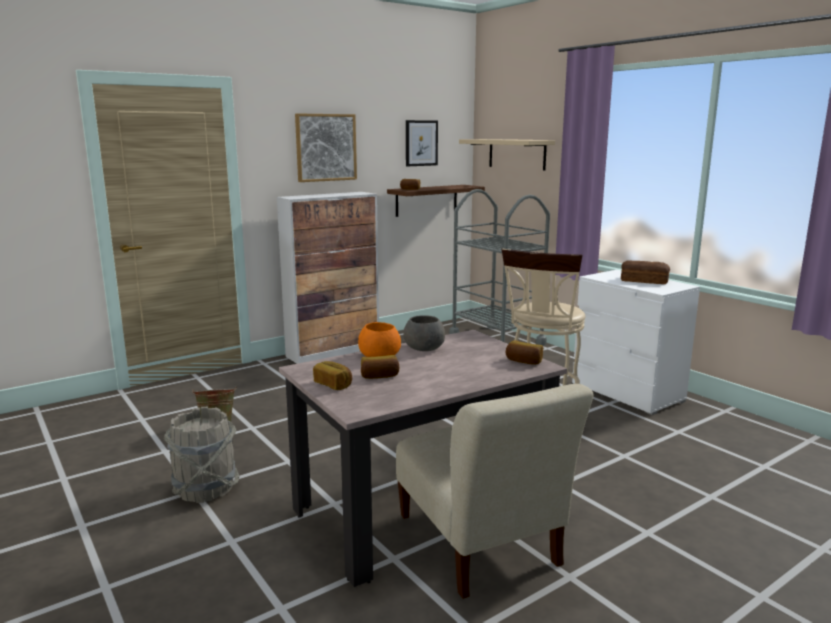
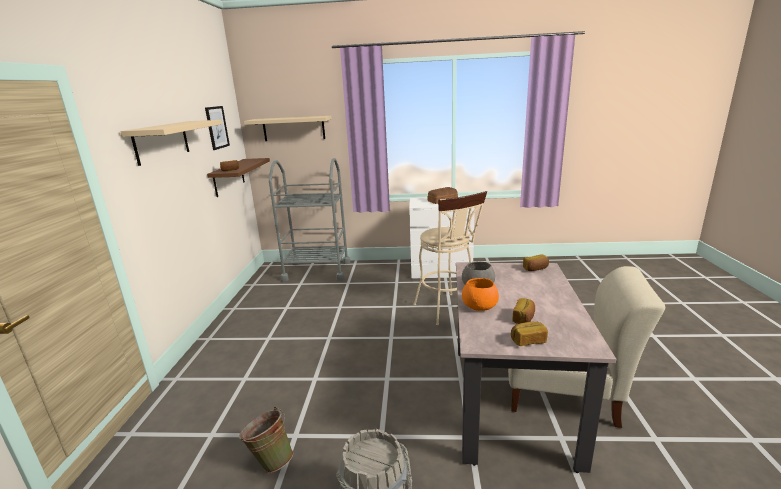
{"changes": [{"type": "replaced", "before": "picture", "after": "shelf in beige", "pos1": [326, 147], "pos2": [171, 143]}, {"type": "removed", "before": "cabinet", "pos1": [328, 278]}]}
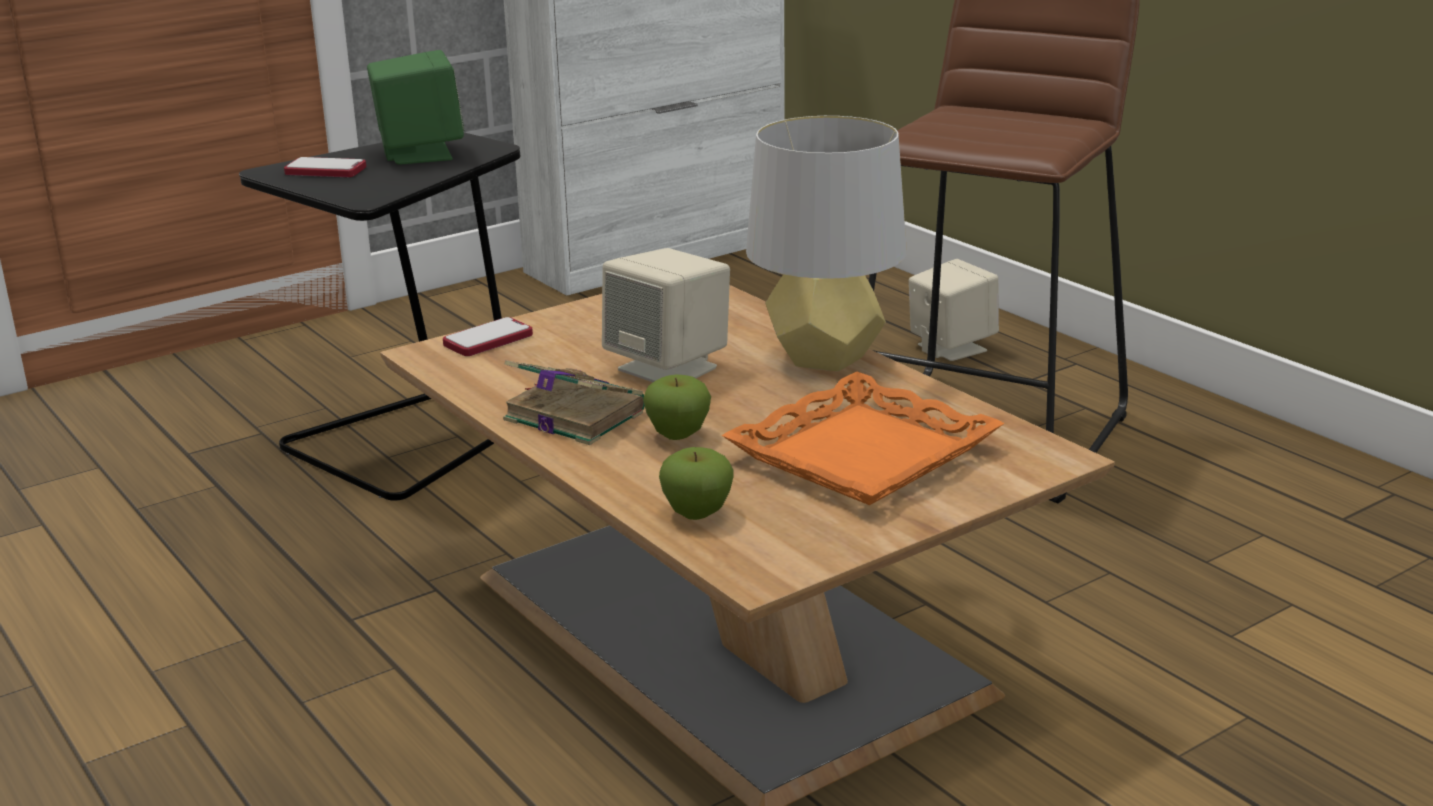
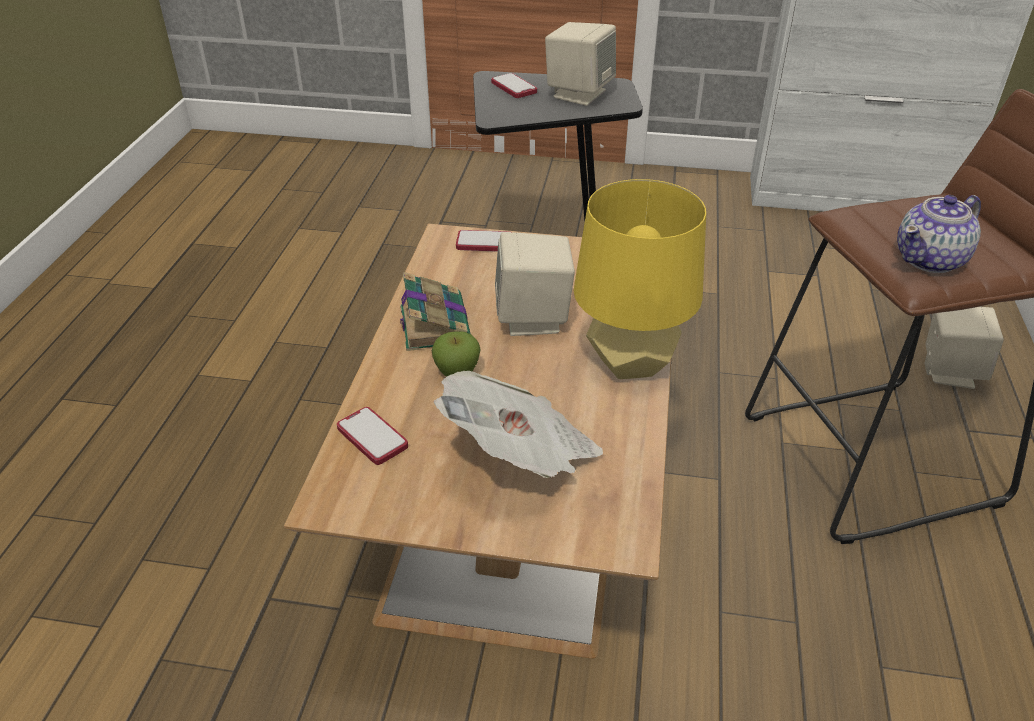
{"changes": [{"type": "replaced", "before": "apple", "after": "phone", "pos1": [696, 483], "pos2": [372, 436]}, {"type": "replaced", "before": "tray in orange", "after": "newspaper", "pos1": [863, 438], "pos2": [518, 424]}, {"type": "recoloured", "before": "speaker in green", "after": "speaker in beige", "pos1": [415, 107], "pos2": [580, 64]}, {"type": "recoloured", "before": "table lamp in grey", "after": "table lamp in yellow", "pos1": [826, 243], "pos2": [640, 279]}, {"type": "added", "after": "teapot", "pos2": [939, 234]}]}
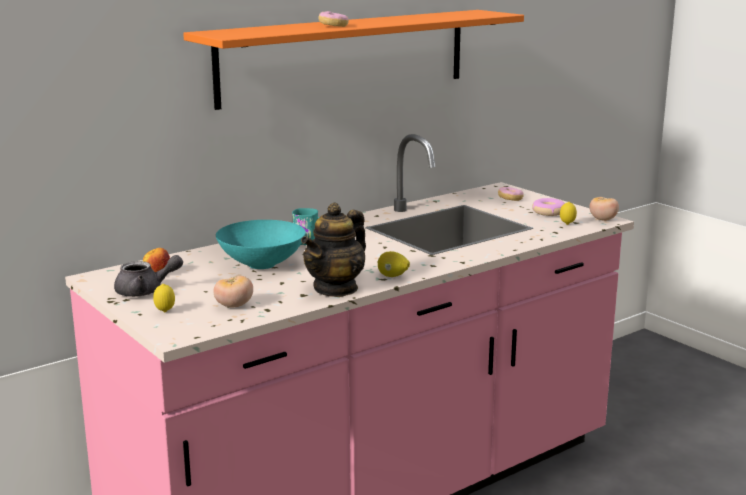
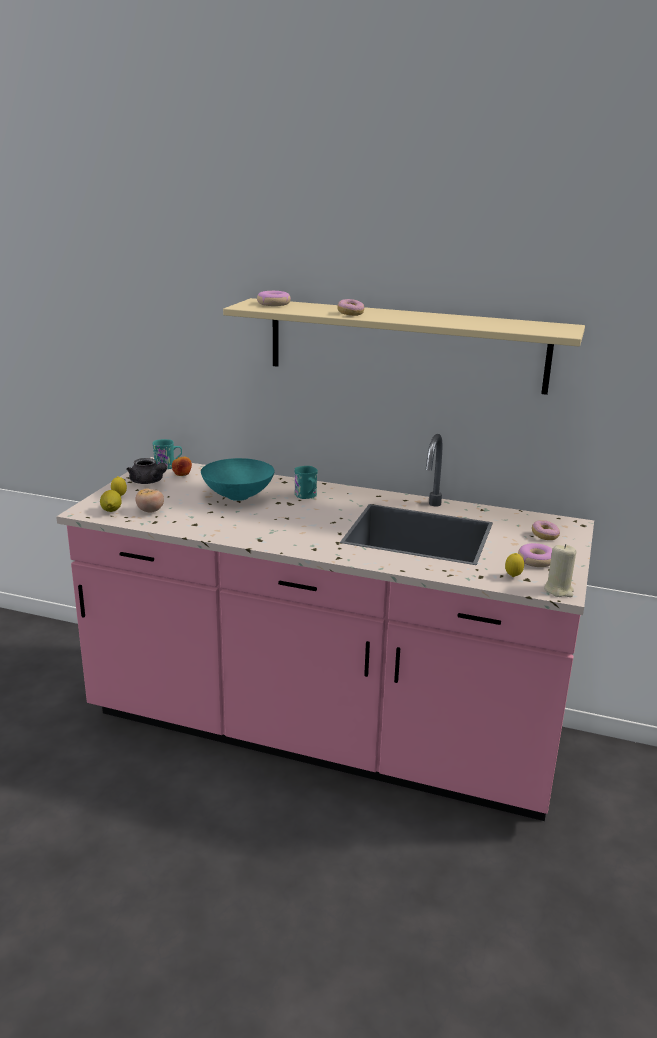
{"changes": [{"type": "moved", "before": "lemon", "pos1": [394, 264], "pos2": [111, 501]}, {"type": "added", "after": "mug in turquoise", "pos2": [167, 454]}, {"type": "recoloured", "before": "shelf in orange", "after": "shelf in beige", "pos1": [353, 60], "pos2": [404, 346]}, {"type": "added", "after": "donut", "pos2": [274, 298]}, {"type": "replaced", "before": "tomato", "after": "candle in beige", "pos1": [604, 209], "pos2": [560, 570]}, {"type": "removed", "before": "teapot", "pos1": [333, 249]}]}
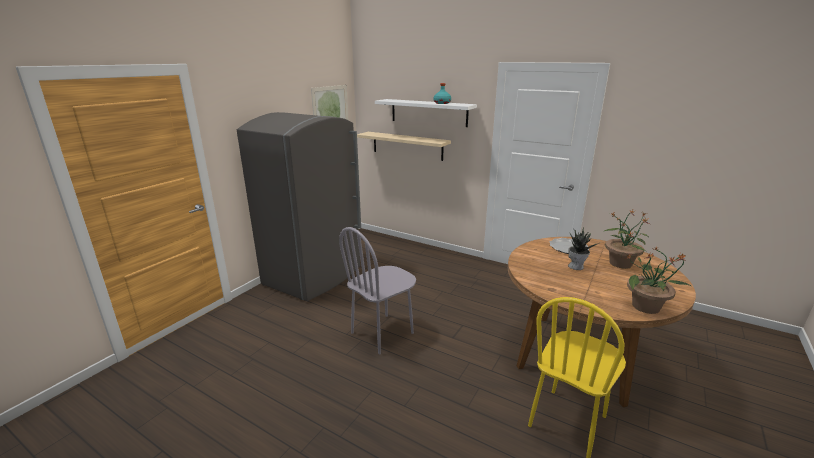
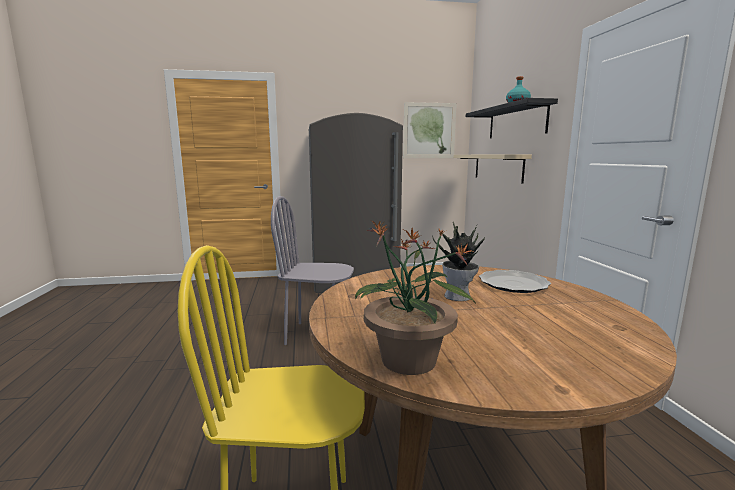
{"changes": [{"type": "recoloured", "before": "shelf in white", "after": "shelf in black", "pos1": [426, 113], "pos2": [512, 118]}, {"type": "removed", "before": "potted plant", "pos1": [626, 239]}]}
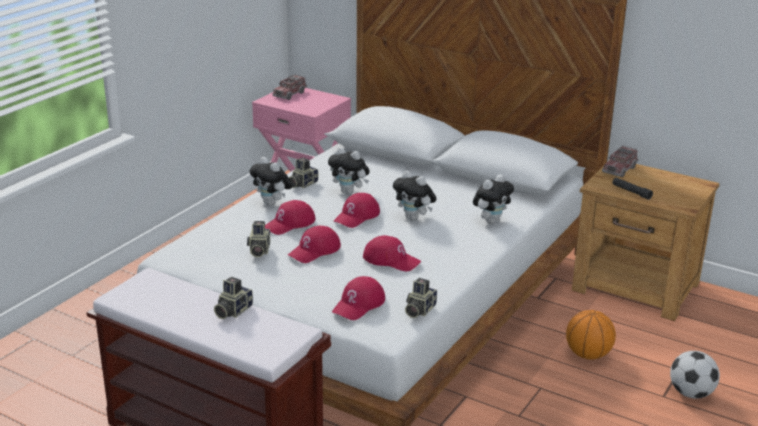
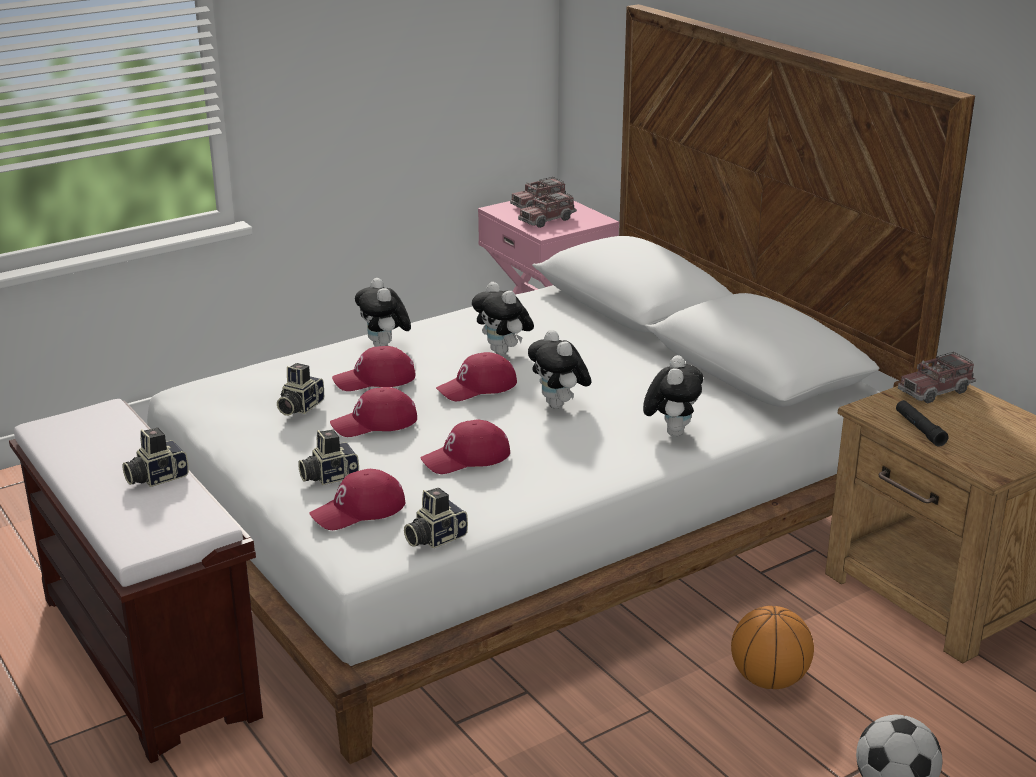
{"changes": [{"type": "moved", "before": "photo camera", "pos1": [303, 173], "pos2": [328, 457]}, {"type": "turned", "before": "cap in red", "pos1": [392, 253], "pos2": [465, 446], "turn": 105}, {"type": "added", "after": "toy truck", "pos2": [547, 209]}, {"type": "turned", "before": "plush toy", "pos1": [493, 199], "pos2": [673, 396], "turn": -60}]}
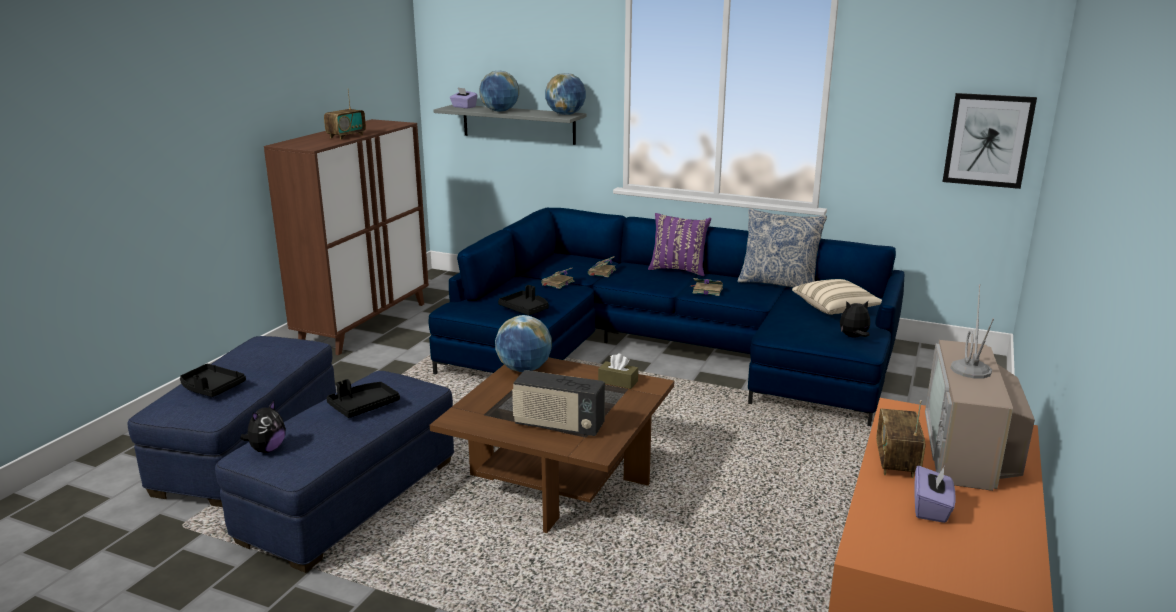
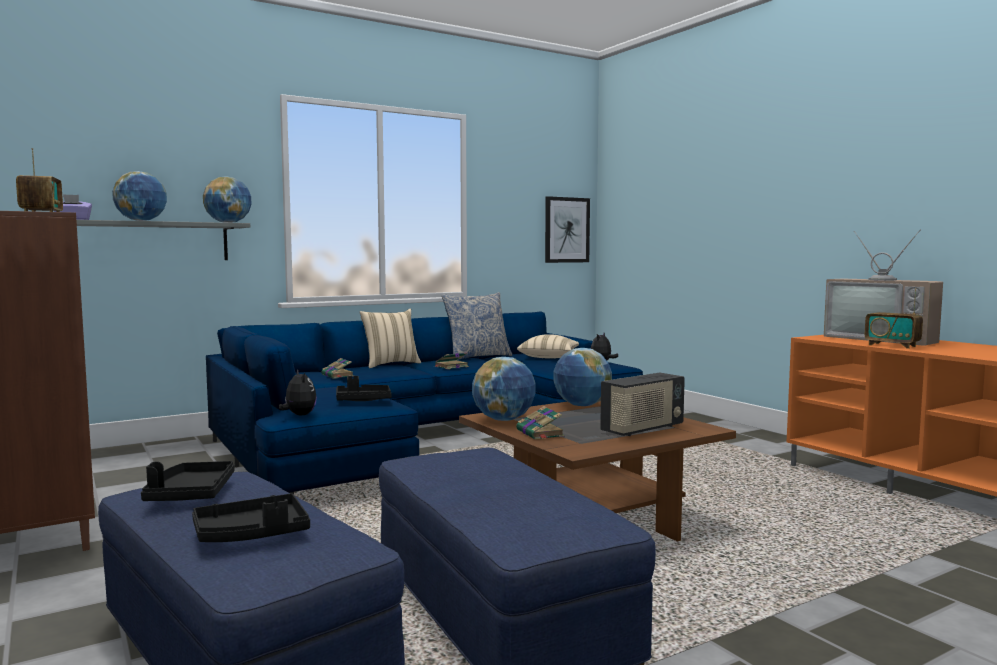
{"changes": [{"type": "moved", "before": "tray in black", "pos1": [363, 398], "pos2": [188, 481]}, {"type": "moved", "before": "plush toy", "pos1": [263, 427], "pos2": [298, 392]}, {"type": "recoloured", "before": "pillow in purple", "after": "pillow in beige", "pos1": [679, 244], "pos2": [390, 338]}, {"type": "moved", "before": "book", "pos1": [558, 278], "pos2": [540, 423]}, {"type": "replaced", "before": "tissue box in brown", "after": "globe", "pos1": [618, 371], "pos2": [583, 377]}, {"type": "removed", "before": "tissue box in purple", "pos1": [934, 494]}]}
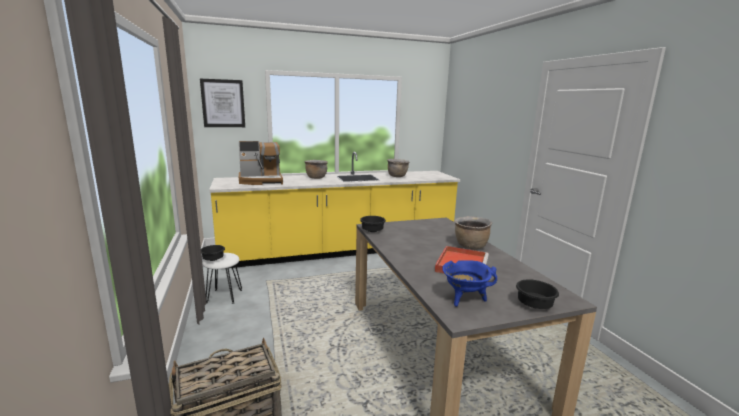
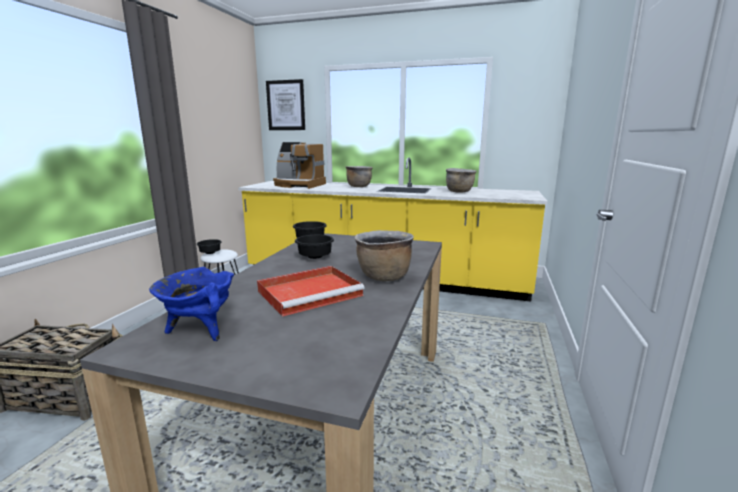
{"changes": [{"type": "moved", "before": "bowl in black", "pos1": [537, 294], "pos2": [314, 247]}]}
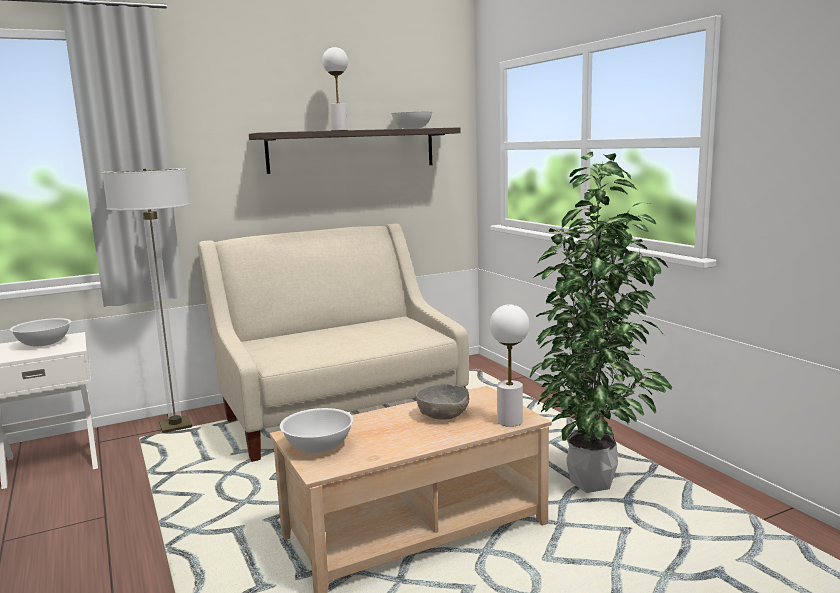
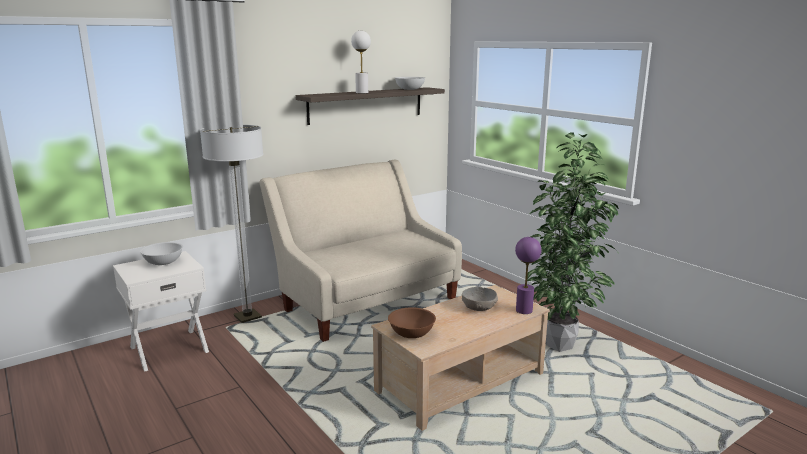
{"changes": [{"type": "recoloured", "before": "bowl in white", "after": "bowl in brown", "pos1": [317, 430], "pos2": [412, 322]}, {"type": "recoloured", "before": "table lamp in white", "after": "table lamp in purple", "pos1": [509, 365], "pos2": [528, 275]}]}
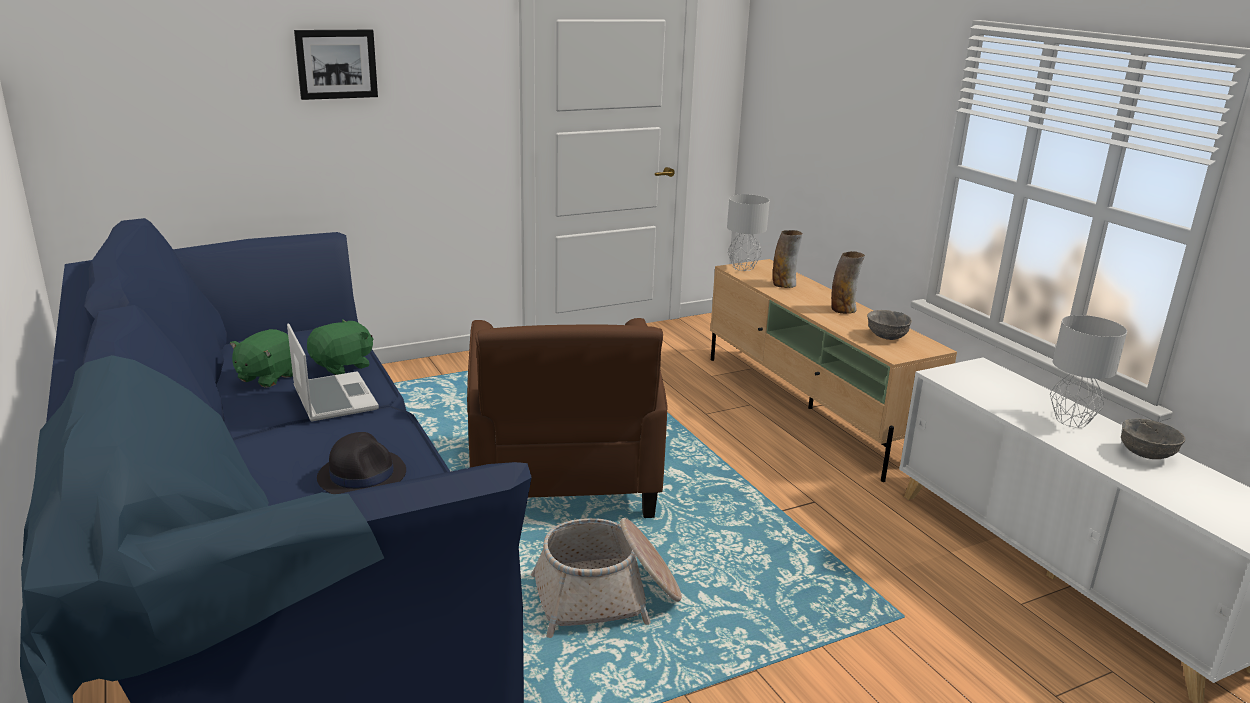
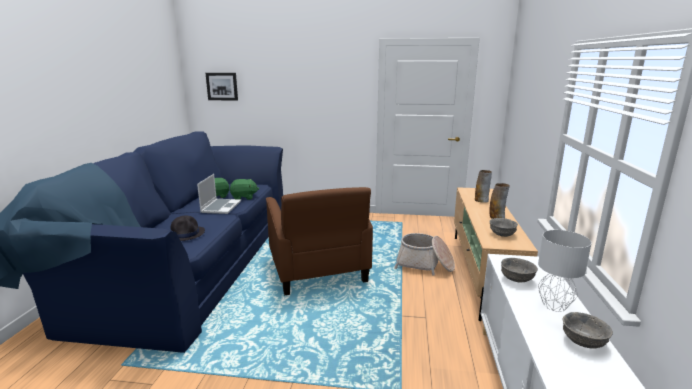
{"changes": [{"type": "moved", "before": "picture", "pos1": [336, 65], "pos2": [221, 87]}, {"type": "turned", "before": "armchair in brown", "pos1": [567, 418], "pos2": [319, 241], "turn": -45}, {"type": "moved", "before": "basket", "pos1": [606, 578], "pos2": [424, 254]}, {"type": "added", "after": "bowl in grey", "pos2": [519, 270]}, {"type": "removed", "before": "table lamp in grey", "pos1": [748, 232]}]}
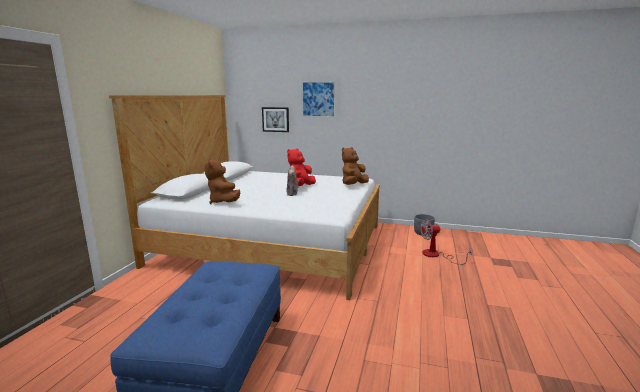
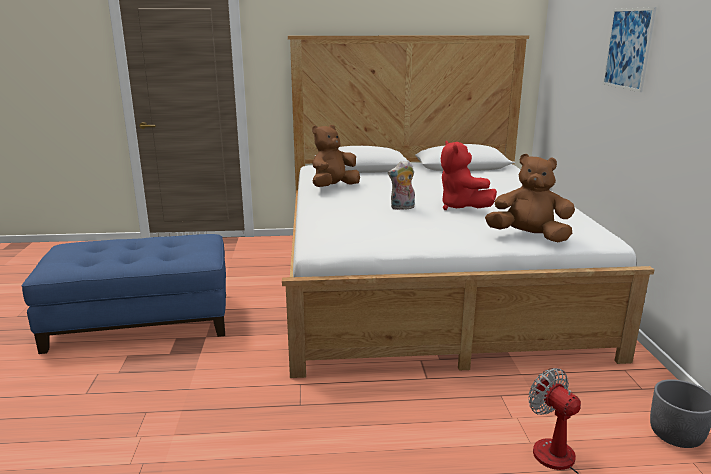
{"changes": [{"type": "turned", "before": "plush toy in red", "pos1": [301, 167], "pos2": [469, 175], "turn": -120}, {"type": "removed", "before": "picture", "pos1": [275, 119]}]}
